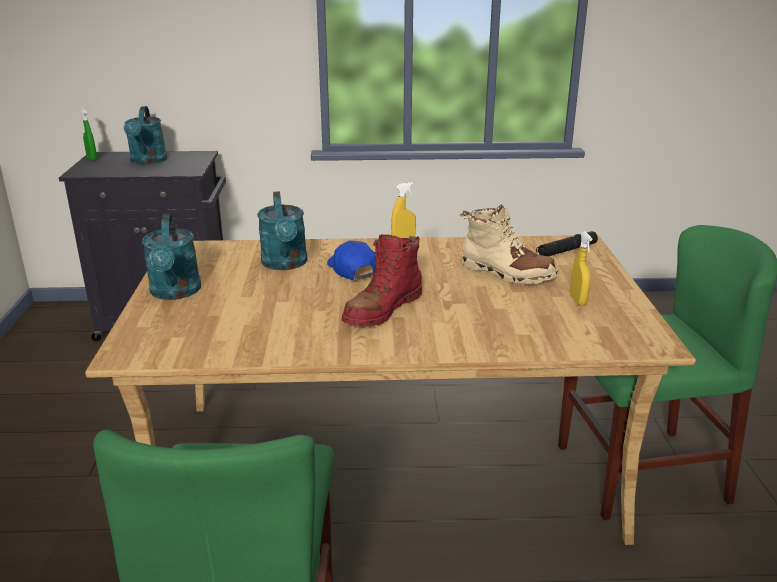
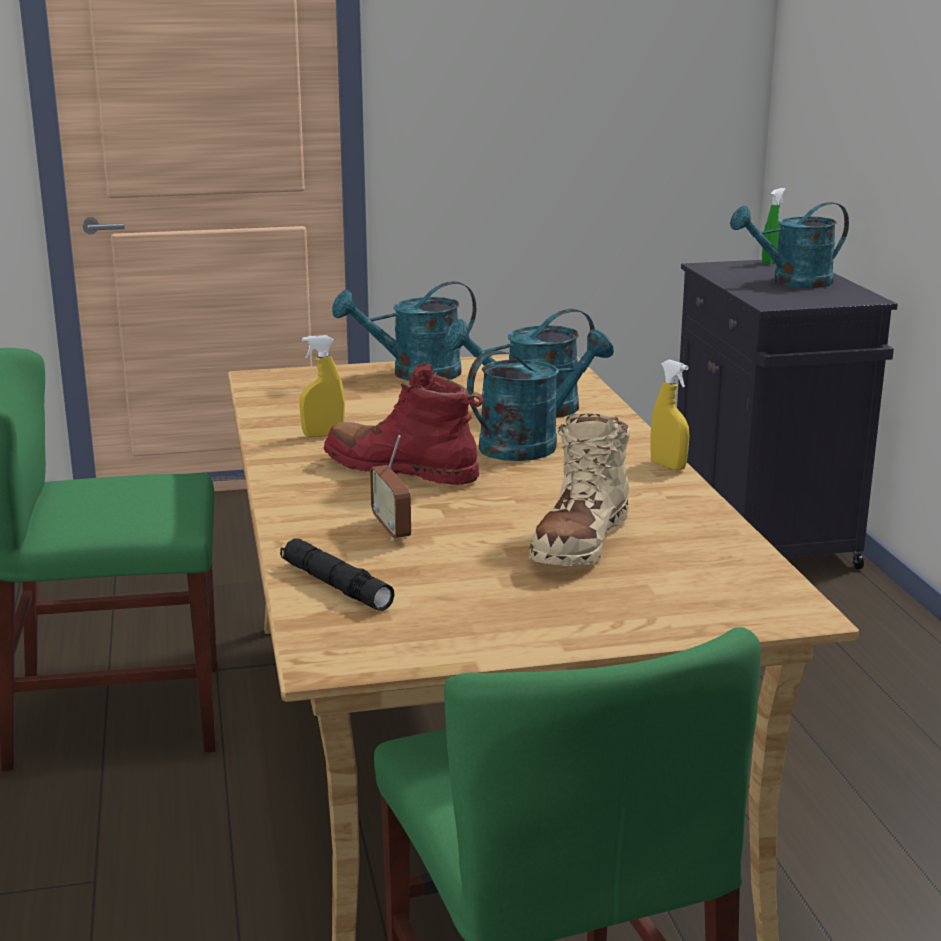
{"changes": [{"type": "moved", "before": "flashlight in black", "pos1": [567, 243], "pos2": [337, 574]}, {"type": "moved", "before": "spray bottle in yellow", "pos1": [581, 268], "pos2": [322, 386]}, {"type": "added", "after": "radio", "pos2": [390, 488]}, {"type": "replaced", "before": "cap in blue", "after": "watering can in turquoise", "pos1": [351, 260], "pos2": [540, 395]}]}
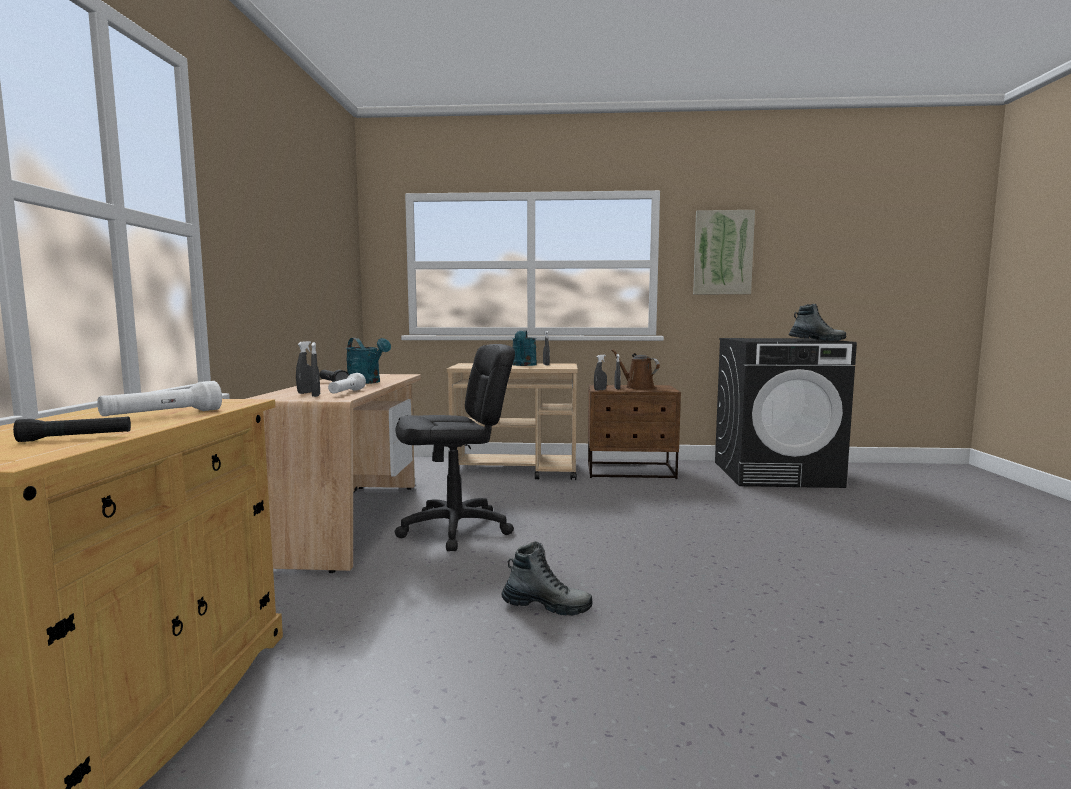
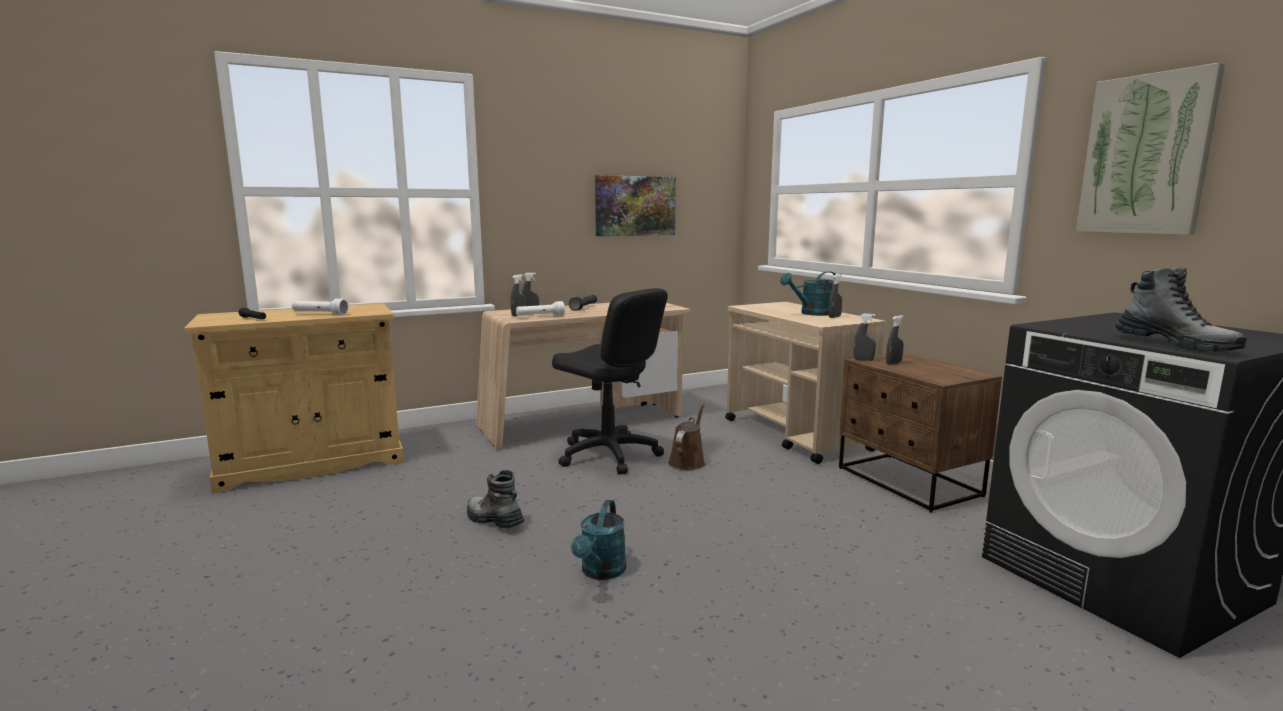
{"changes": [{"type": "turned", "before": "boot", "pos1": [547, 578], "pos2": [495, 499], "turn": 150}, {"type": "moved", "before": "watering can in turquoise", "pos1": [368, 361], "pos2": [598, 540]}, {"type": "added", "after": "picture", "pos2": [635, 205]}, {"type": "moved", "before": "watering can in brown", "pos1": [635, 369], "pos2": [686, 437]}]}
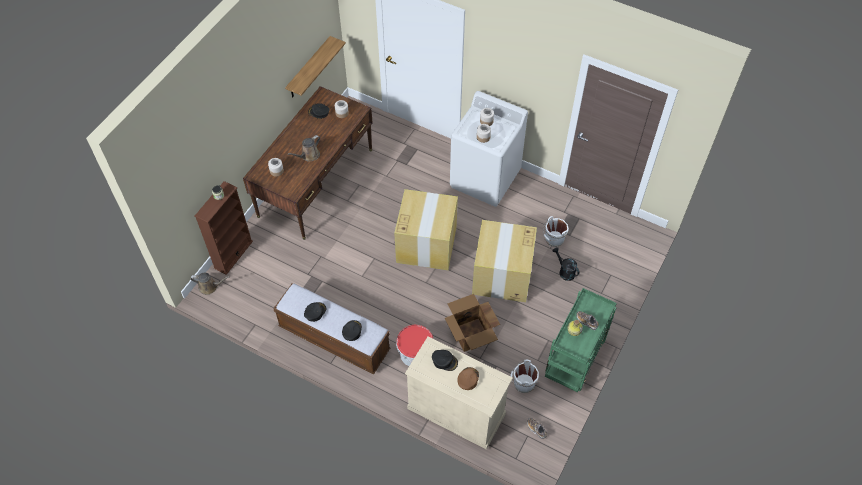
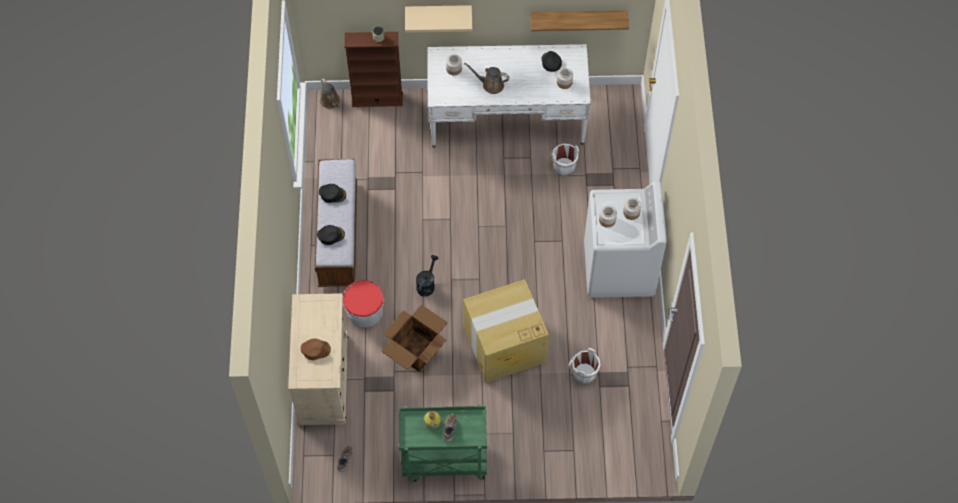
{"changes": [{"type": "added", "after": "shelf in beige", "pos2": [438, 19]}, {"type": "moved", "before": "watering can in black", "pos1": [565, 264], "pos2": [427, 275]}, {"type": "recoloured", "before": "desk in brown", "after": "desk in white", "pos1": [308, 163], "pos2": [509, 96]}, {"type": "moved", "before": "bucket in white", "pos1": [524, 376], "pos2": [564, 160]}, {"type": "removed", "before": "cardboard box", "pos1": [426, 229]}, {"type": "removed", "before": "cap in black", "pos1": [445, 360]}]}
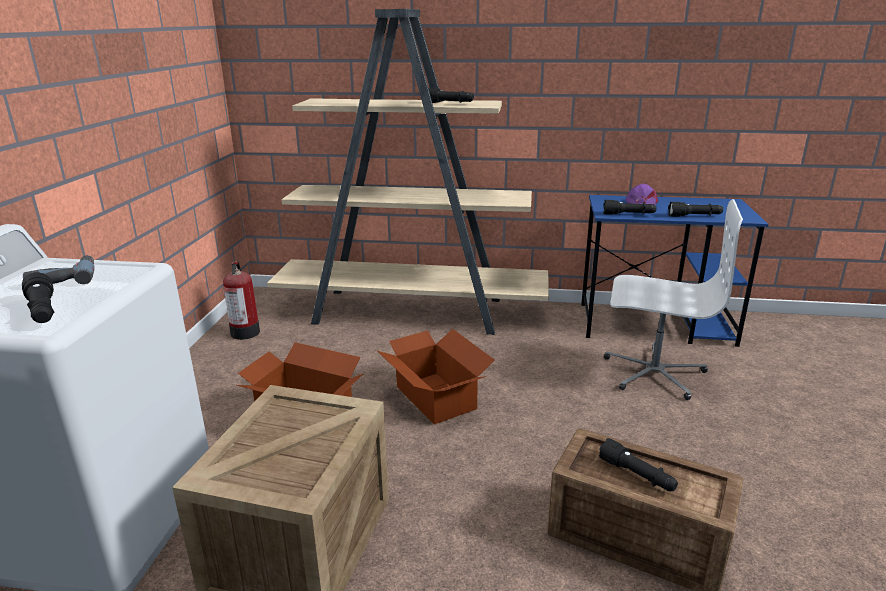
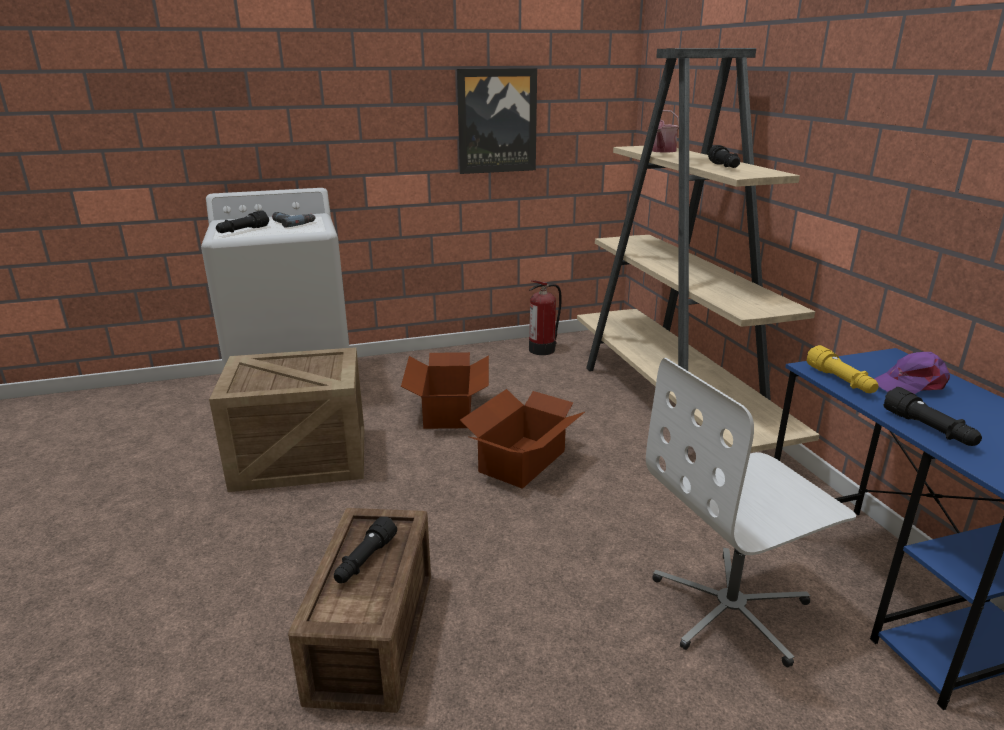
{"changes": [{"type": "added", "after": "picture", "pos2": [497, 121]}, {"type": "turned", "before": "office chair in white", "pos1": [673, 299], "pos2": [751, 512], "turn": 75}, {"type": "added", "after": "watering can", "pos2": [665, 131]}, {"type": "recoloured", "before": "flashlight in black", "after": "flashlight in yellow", "pos1": [630, 207], "pos2": [842, 369]}]}
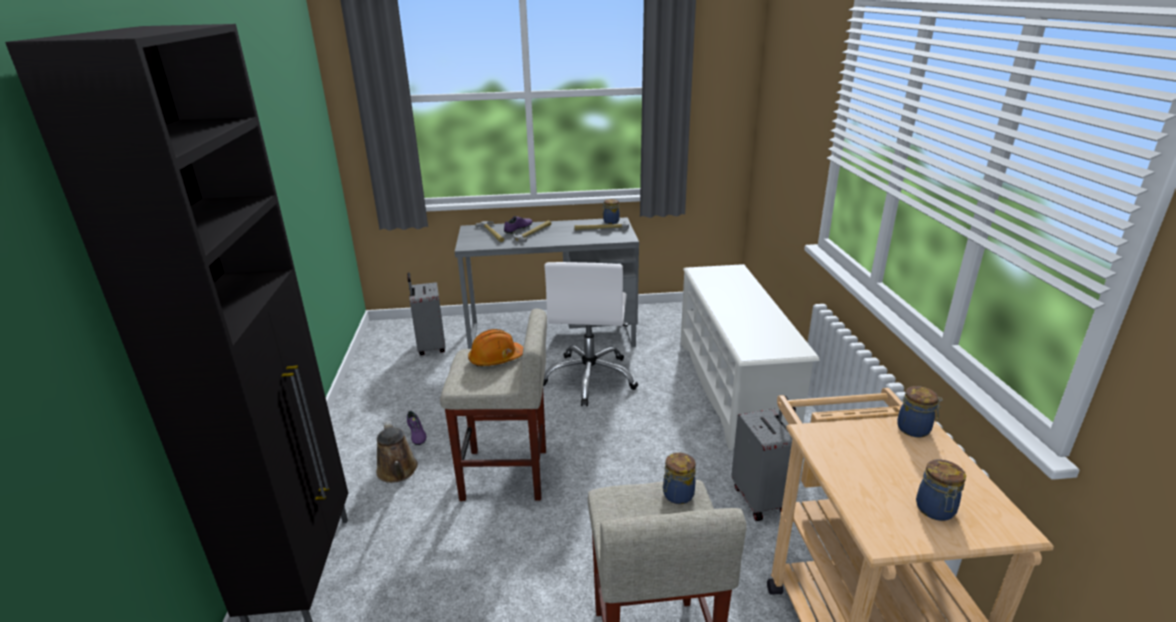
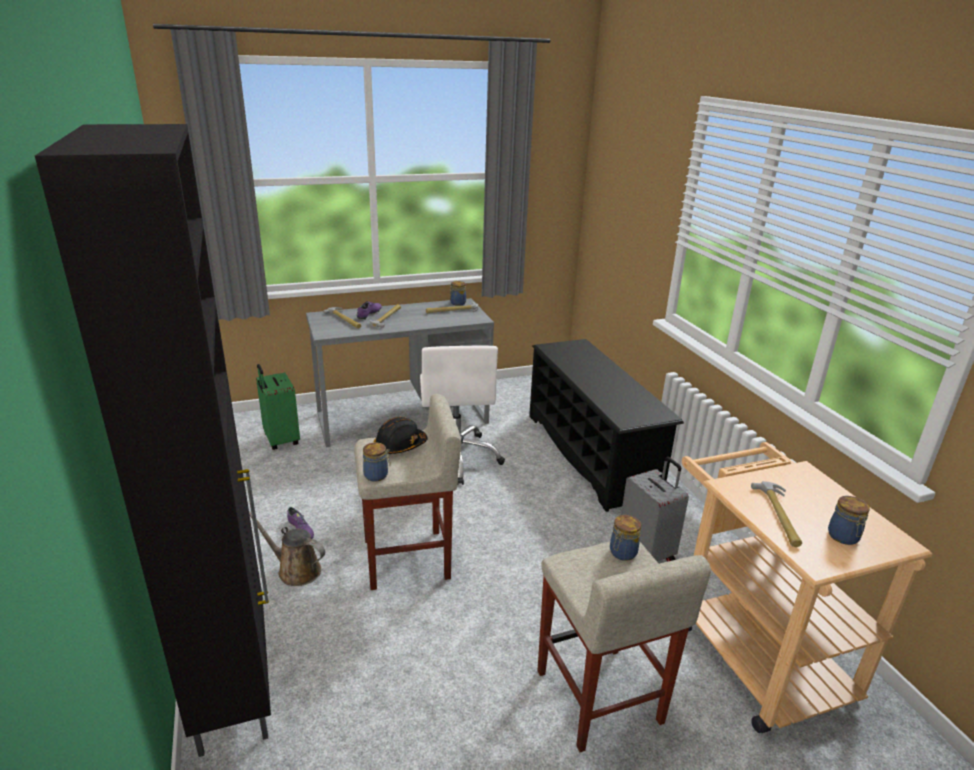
{"changes": [{"type": "turned", "before": "watering can in brown", "pos1": [397, 451], "pos2": [287, 549], "turn": 150}, {"type": "recoloured", "before": "suitcase in grey", "after": "suitcase in green", "pos1": [426, 314], "pos2": [278, 407]}, {"type": "moved", "before": "jar", "pos1": [920, 411], "pos2": [377, 462]}, {"type": "recoloured", "before": "hard hat in orange", "after": "hard hat in black", "pos1": [495, 347], "pos2": [400, 436]}, {"type": "recoloured", "before": "shoe rack in white", "after": "shoe rack in black", "pos1": [750, 357], "pos2": [606, 425]}, {"type": "added", "after": "hammer", "pos2": [776, 514]}]}
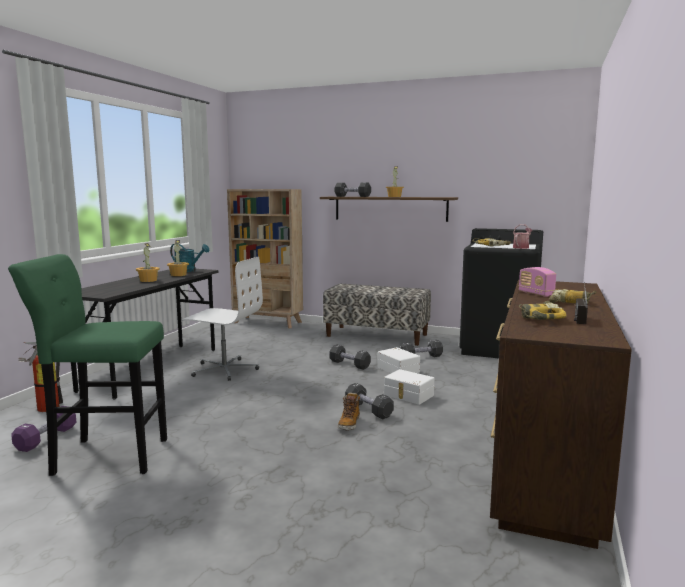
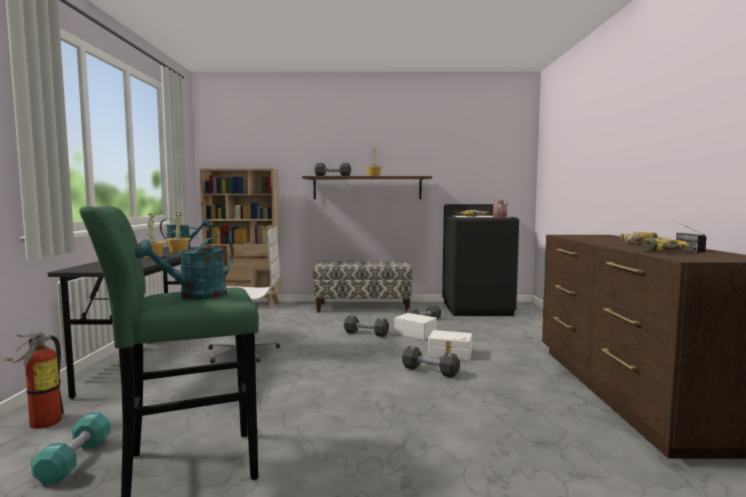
{"changes": [{"type": "recoloured", "before": "dumbbell in purple", "after": "dumbbell in turquoise", "pos1": [44, 429], "pos2": [71, 448]}, {"type": "added", "after": "watering can in turquoise", "pos2": [184, 267]}, {"type": "removed", "before": "boot", "pos1": [348, 411]}, {"type": "removed", "before": "radio", "pos1": [537, 282]}]}
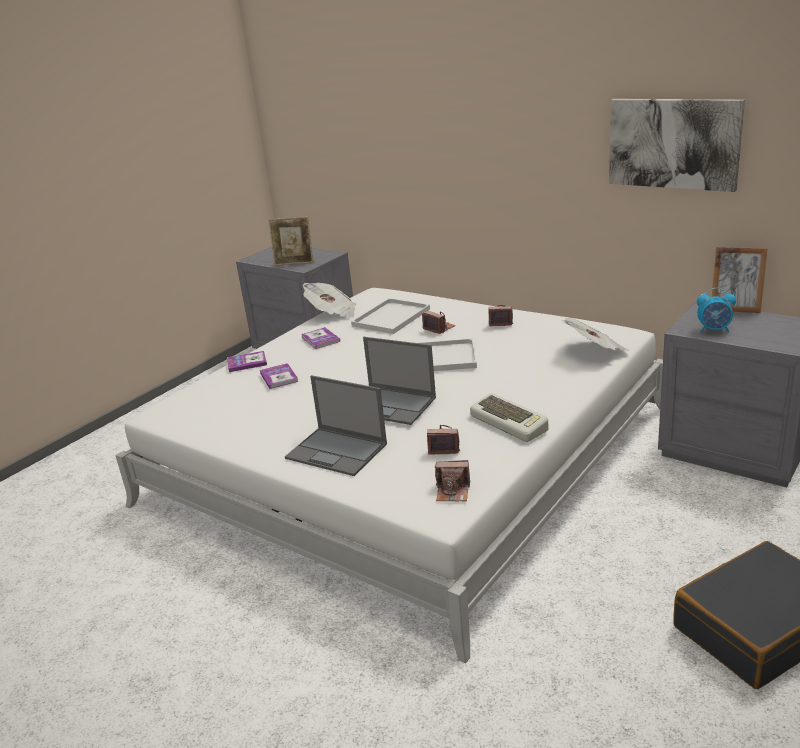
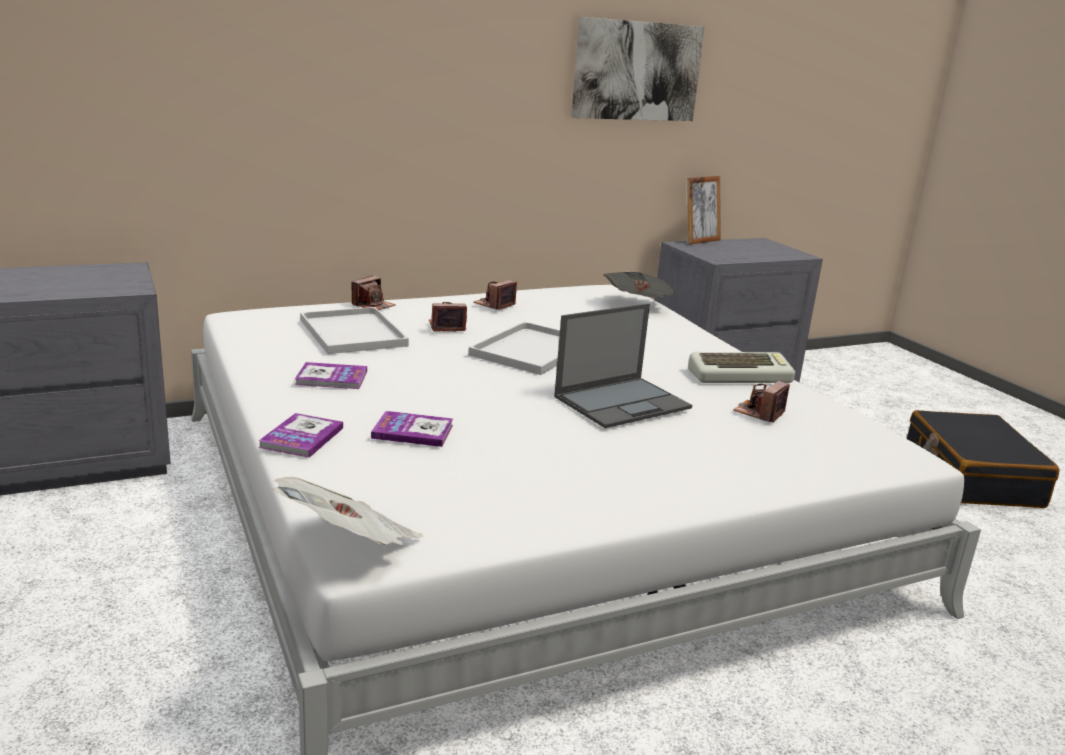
{"changes": [{"type": "moved", "before": "newspaper", "pos1": [329, 300], "pos2": [347, 511]}, {"type": "moved", "before": "photo camera", "pos1": [452, 480], "pos2": [373, 293]}, {"type": "removed", "before": "picture frame", "pos1": [291, 241]}, {"type": "removed", "before": "laptop", "pos1": [336, 425]}, {"type": "removed", "before": "alarm clock", "pos1": [716, 310]}]}
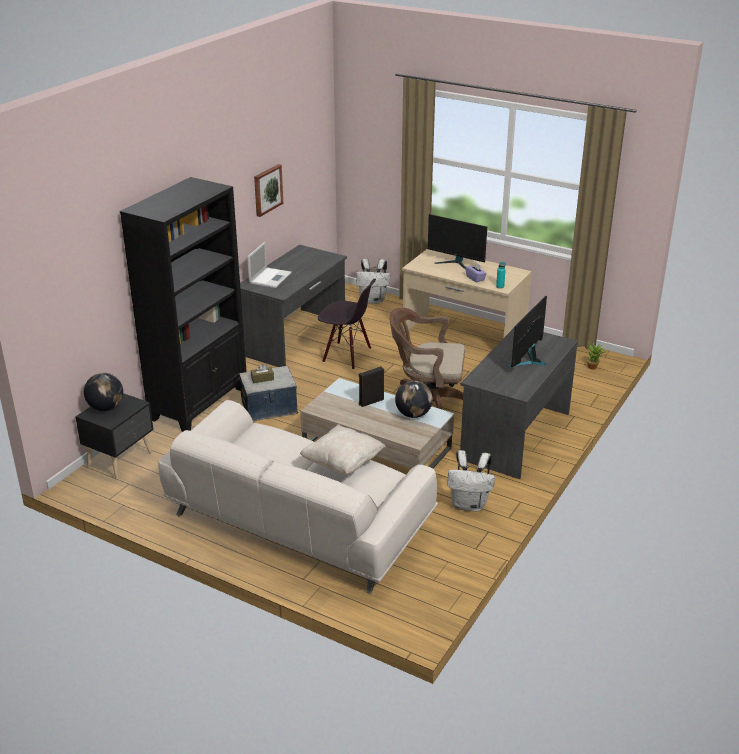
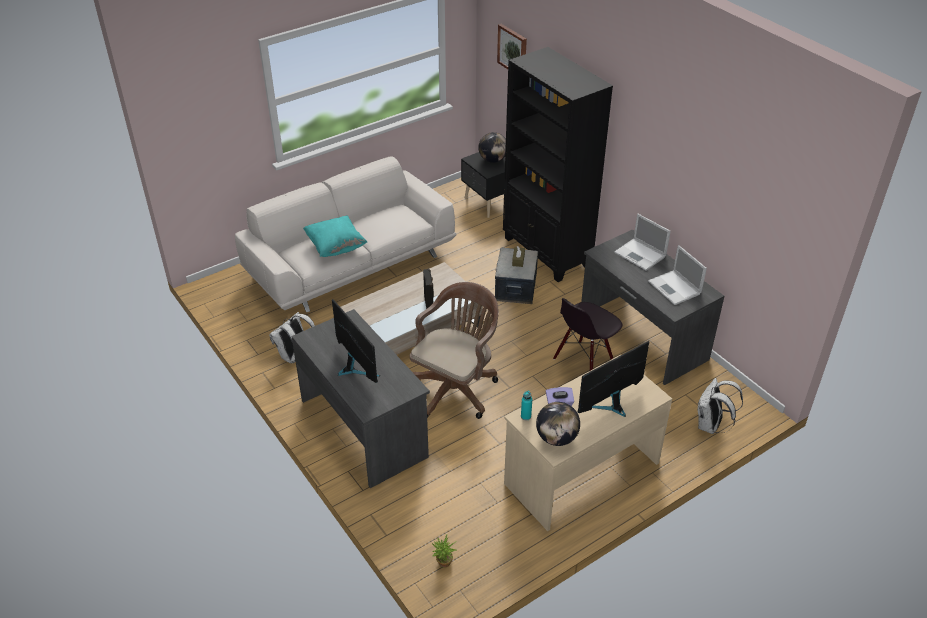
{"changes": [{"type": "recoloured", "before": "pillow in beige", "after": "pillow in turquoise", "pos1": [343, 449], "pos2": [335, 236]}, {"type": "moved", "before": "picture", "pos1": [268, 190], "pos2": [512, 46]}, {"type": "moved", "before": "globe", "pos1": [414, 399], "pos2": [558, 424]}, {"type": "added", "after": "laptop", "pos2": [677, 275]}]}
